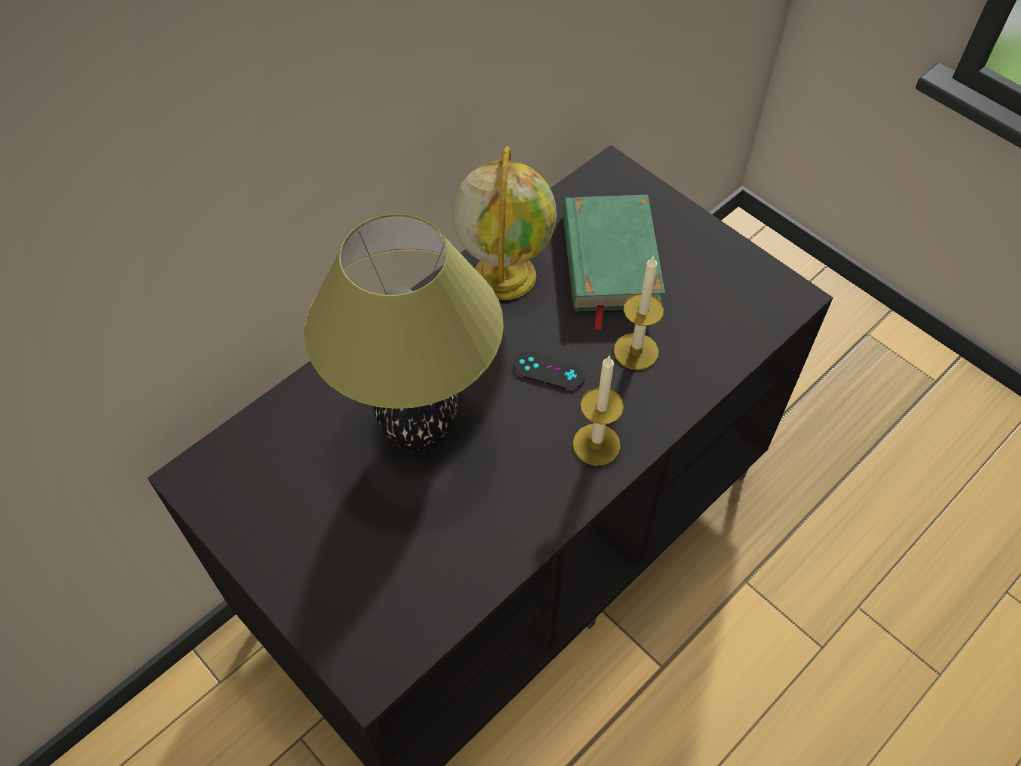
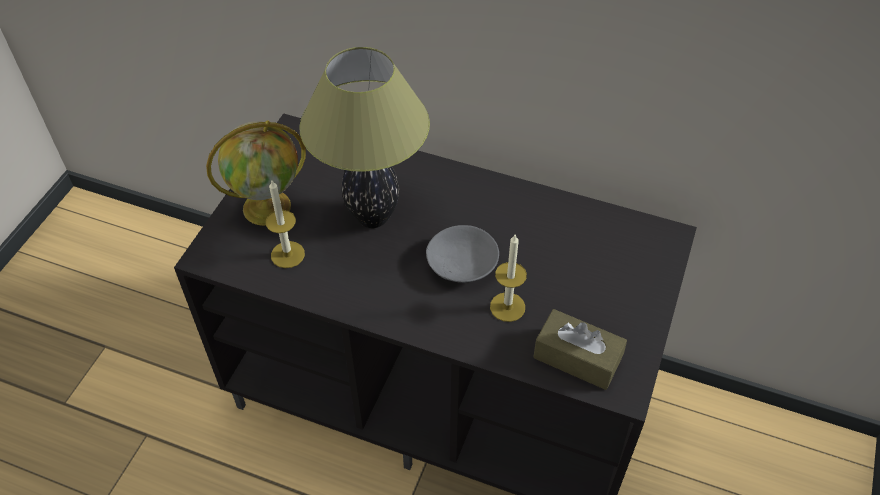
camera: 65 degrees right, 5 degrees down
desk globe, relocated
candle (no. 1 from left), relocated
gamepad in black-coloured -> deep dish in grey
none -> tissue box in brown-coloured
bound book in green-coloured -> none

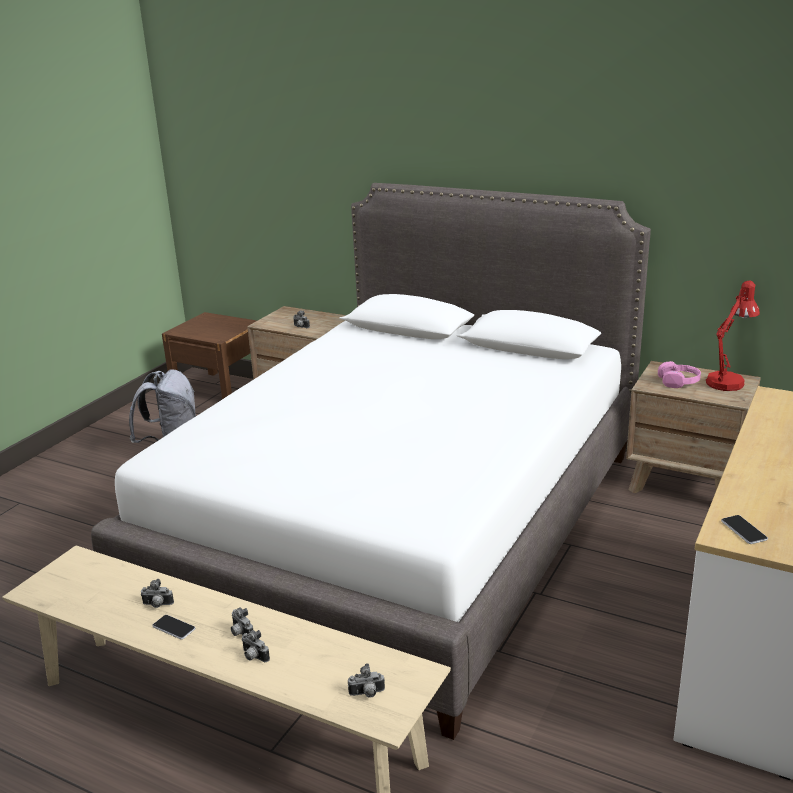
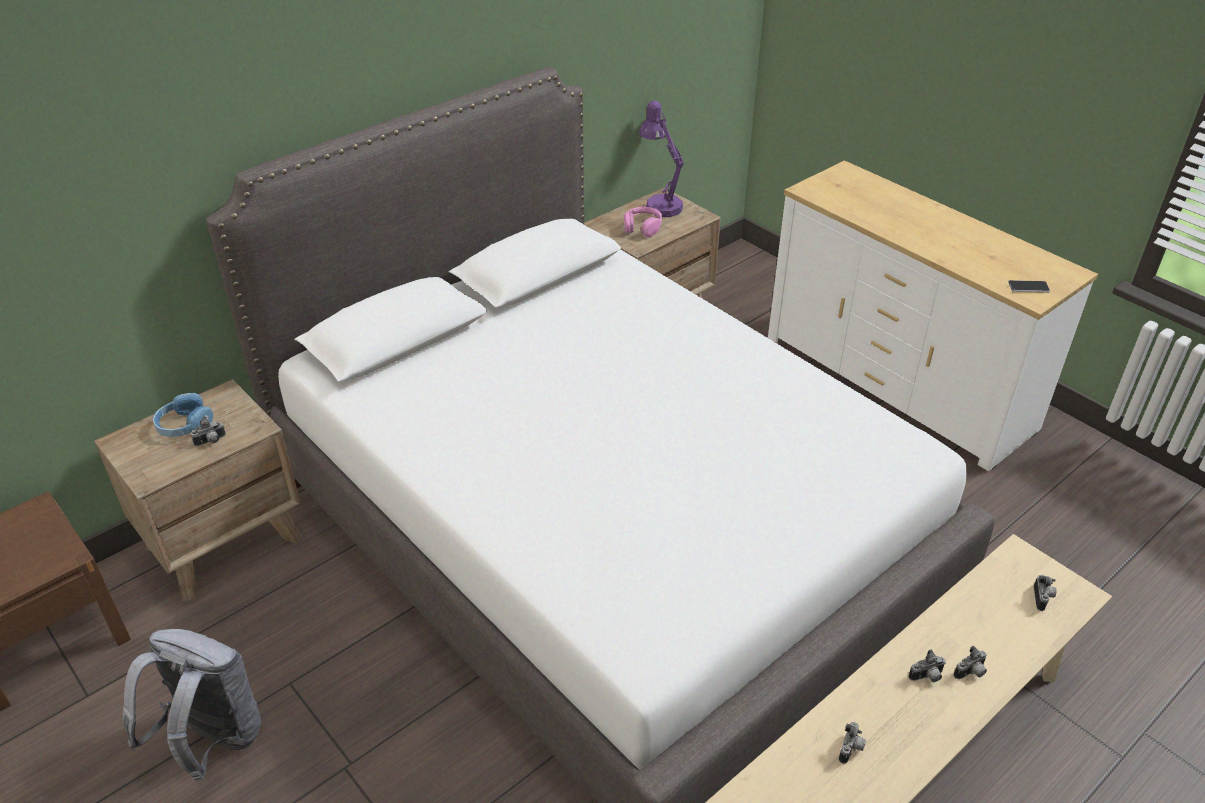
camera: 70 degrees left, 15 degrees up
none -> headset in blue
lamp for a table in reddish -> lamp for a table in purplish
phone (no. 1 from left) -> none

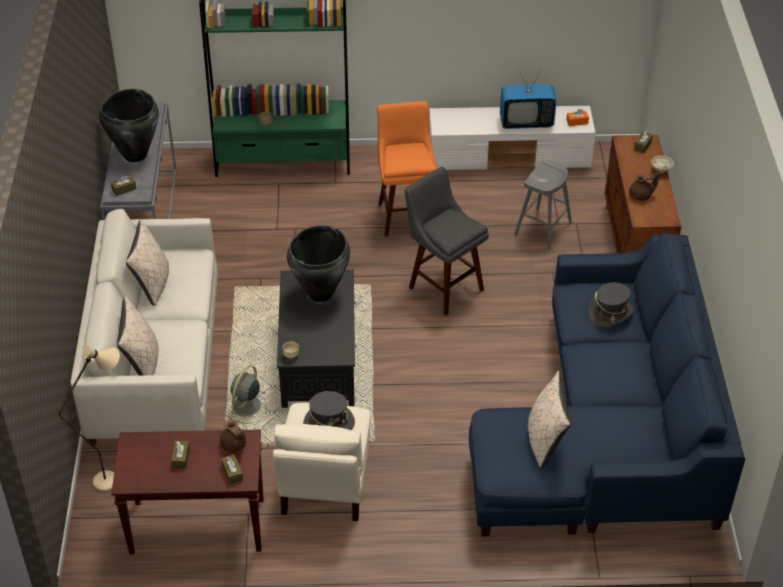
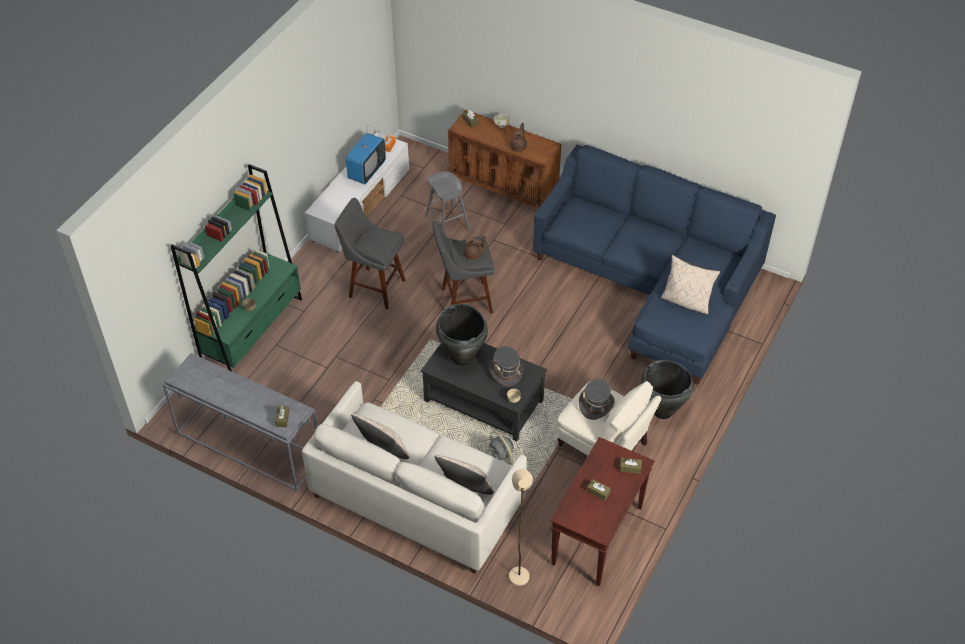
camera: 60 degrees left, 5 degrees up
sitting stool in orange -> sitting stool in grey (no. 1 from left)
teapot in brown-coloured (no. 1 from left), relocated
hat in grey (no. 2 from left in the first image) -> hat in grey (no. 1 from left), relocated
vase in black-coloured (no. 1 from left in the first image) -> vase in black-coloured (no. 2 from left), relocated

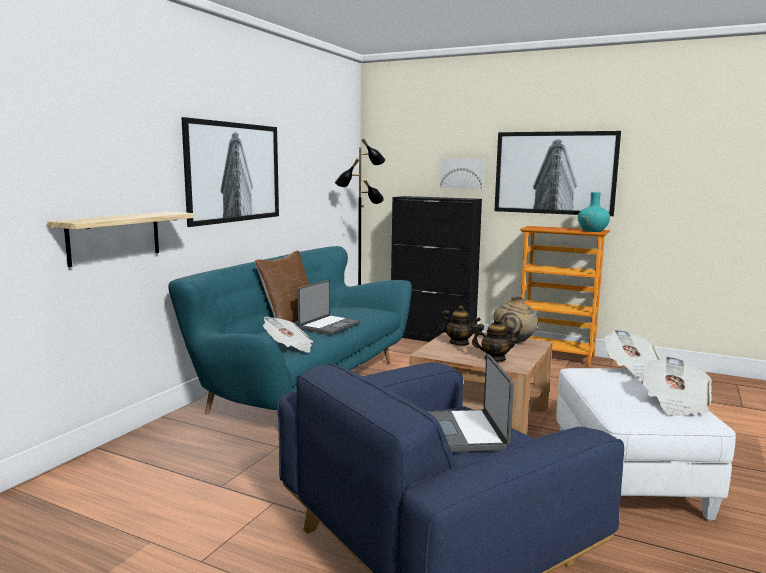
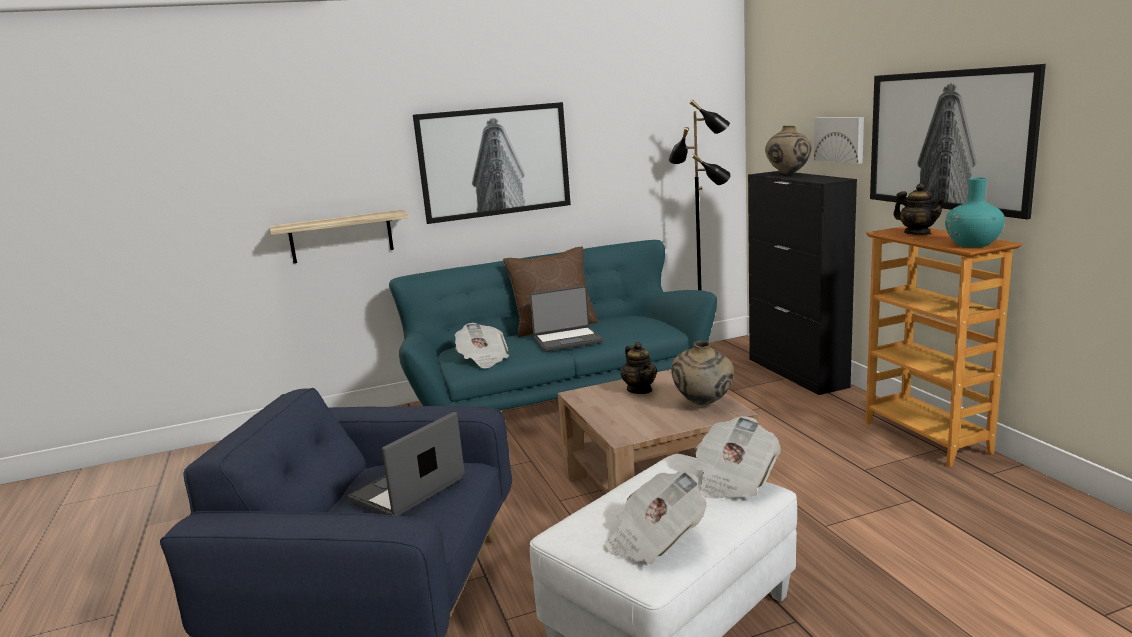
camera: 45 degrees right, 5 degrees up
none -> vase in beige-coloured (no. 2 from left)
teapot (no. 2 from left), relocated

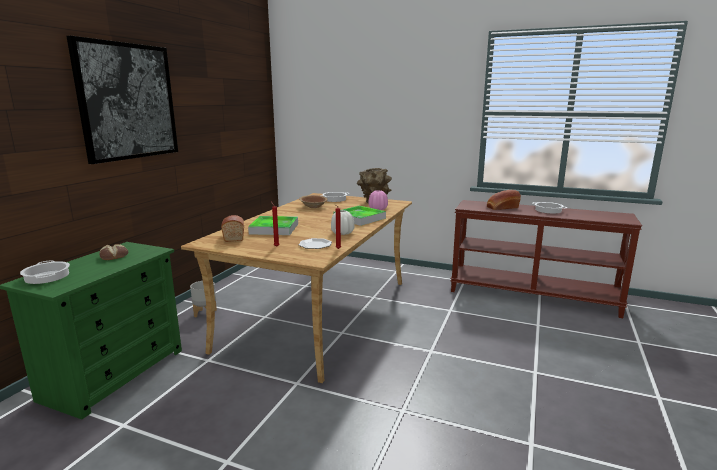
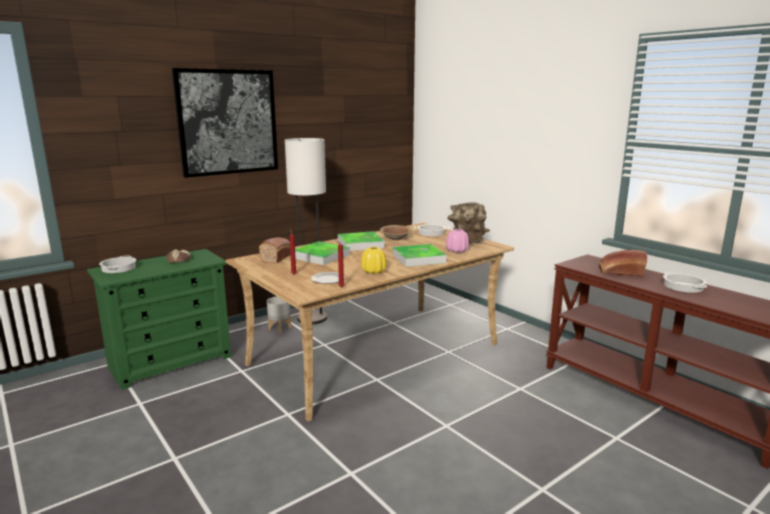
camera: 30 degrees right, 0 degrees up
none -> standard lamp
none -> tray (no. 2 from left)
vase in whitish -> vase in yellow

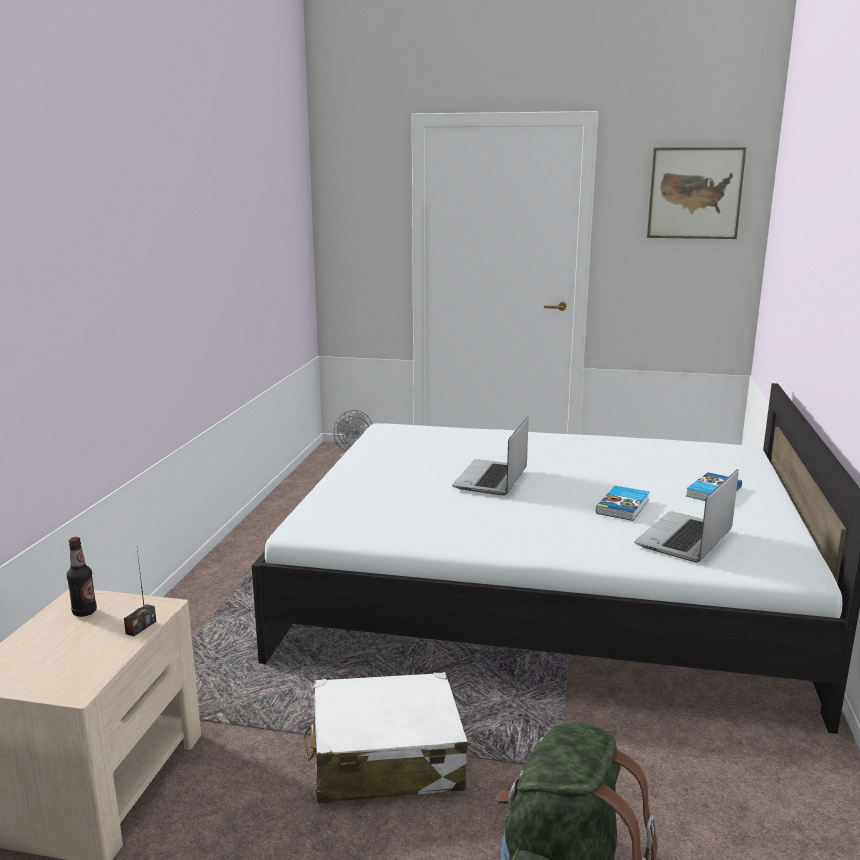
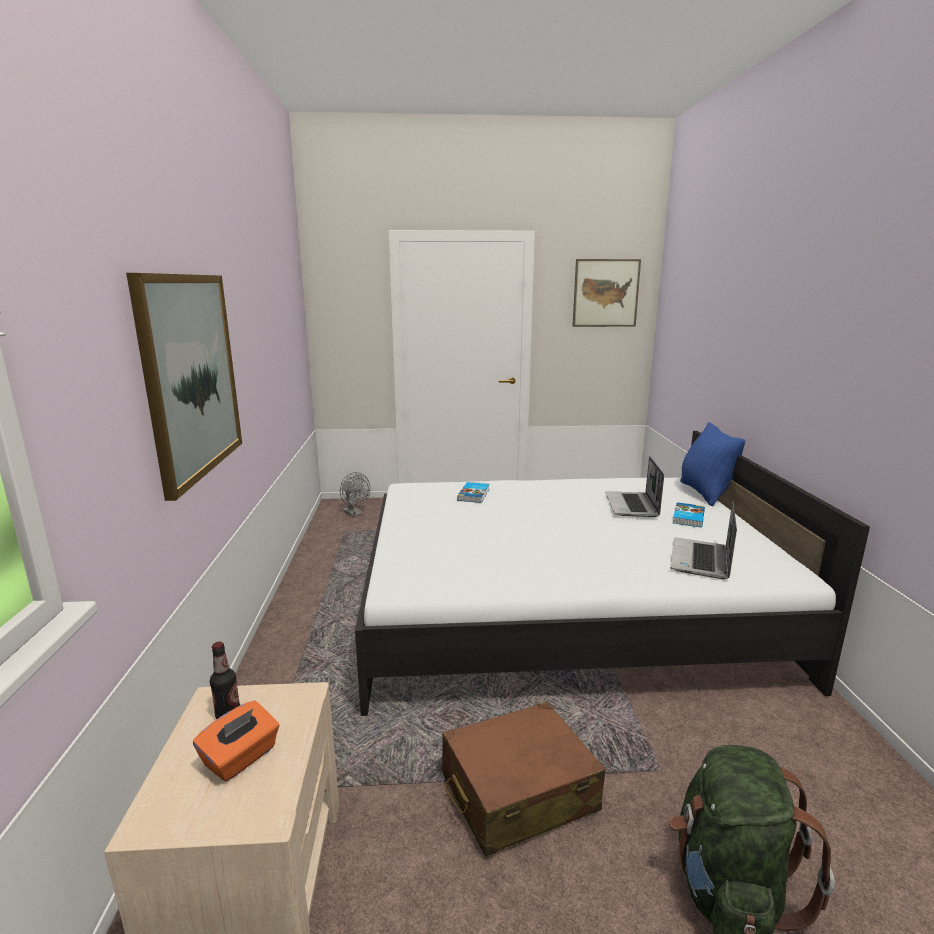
camera: 15 degrees left, 0 degrees up
none -> wall art (no. 1 from left)
none -> tissue box in orange
travel case in whitish -> travel case in brown-coloured
bound book (no. 1 from left), relocated
portable computer (no. 1 from left), relocated
none -> cushion in blue
radio -> none

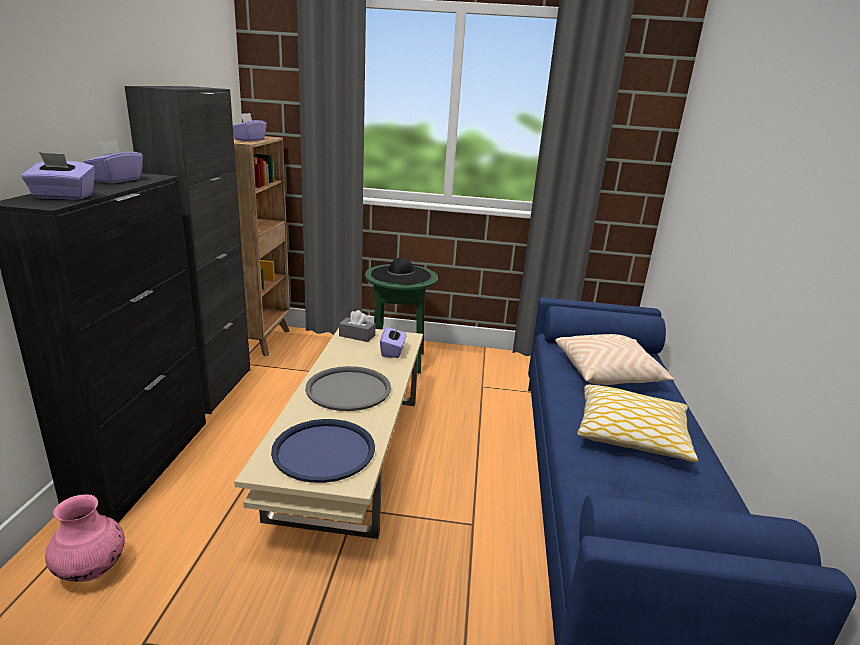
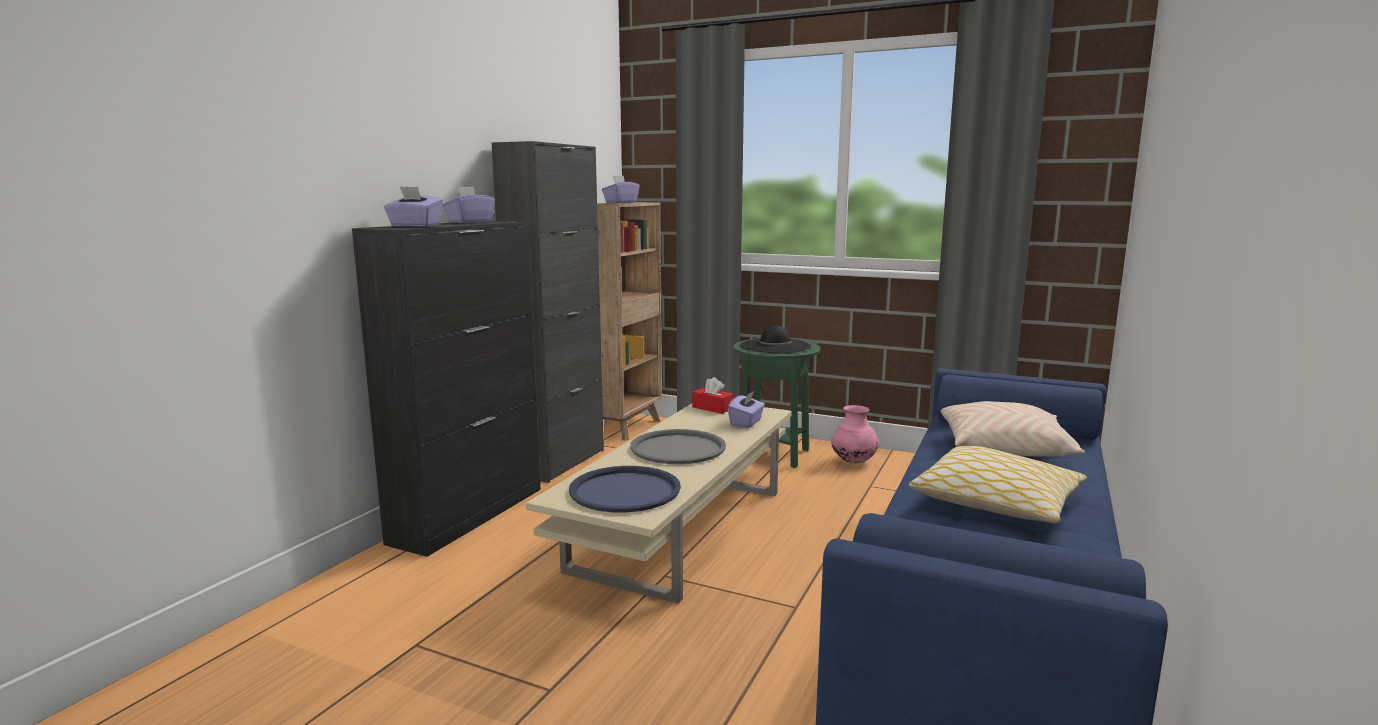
camera: 20 degrees right, 10 degrees down
tissue box in grey -> tissue box in reddish
vase in pink-coloured, relocated

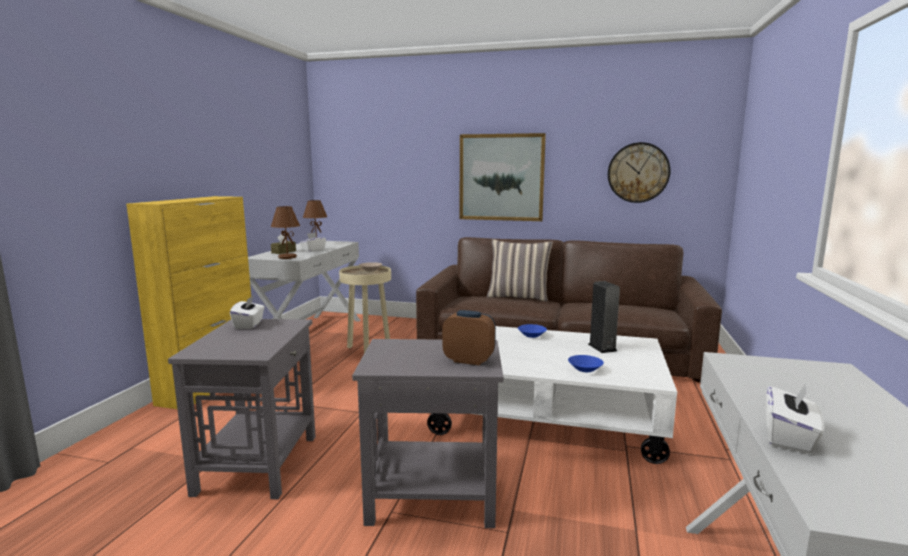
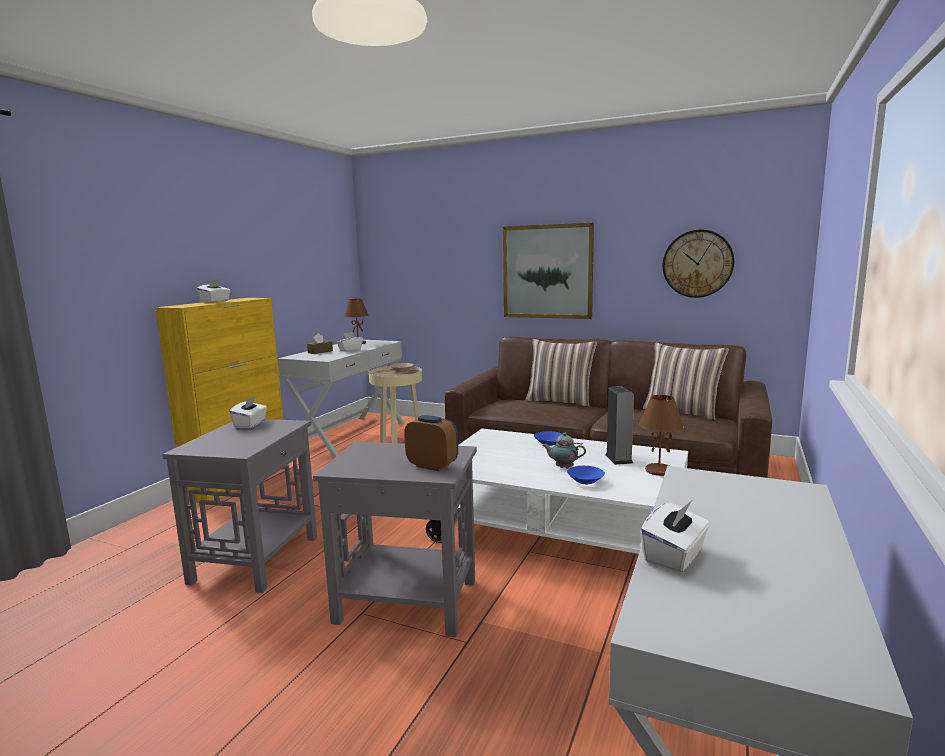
camera: 10 degrees right, 0 degrees up
none -> tissue box in whitish (no. 1 from left)
none -> teapot
lamp for a table in brown-coloured (no. 1 from left in the first image) -> lamp for a table in brown-coloured (no. 2 from left), relocated
none -> cushion (no. 2 from left)

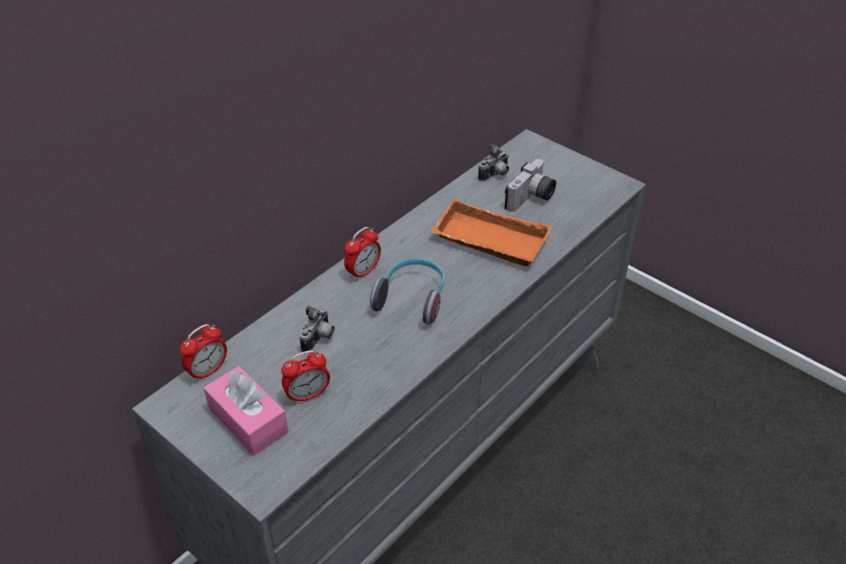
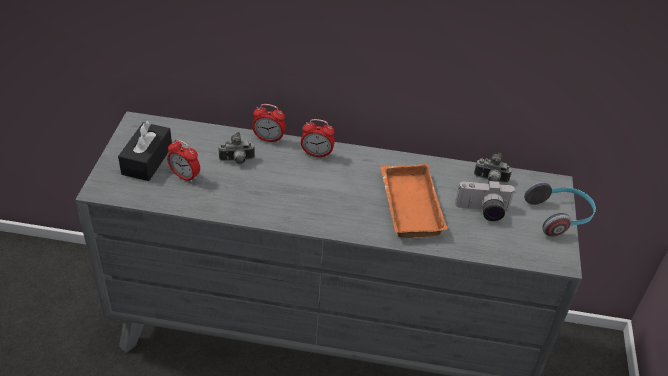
camera: 55 degrees right, 0 degrees up
tissue box in pink-coloured -> tissue box in black-coloured
bedside clock (no. 1 from left in the first image) -> bedside clock (no. 2 from left), relocated
headset, relocated

